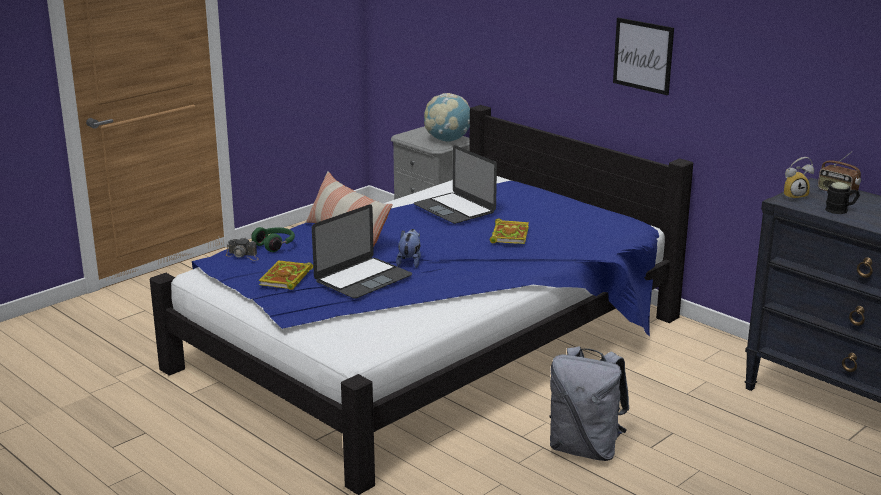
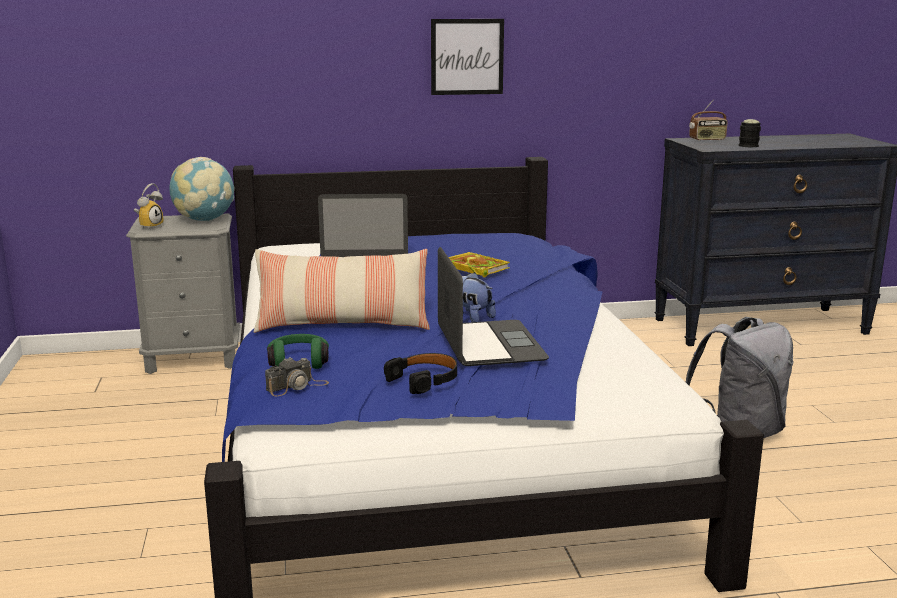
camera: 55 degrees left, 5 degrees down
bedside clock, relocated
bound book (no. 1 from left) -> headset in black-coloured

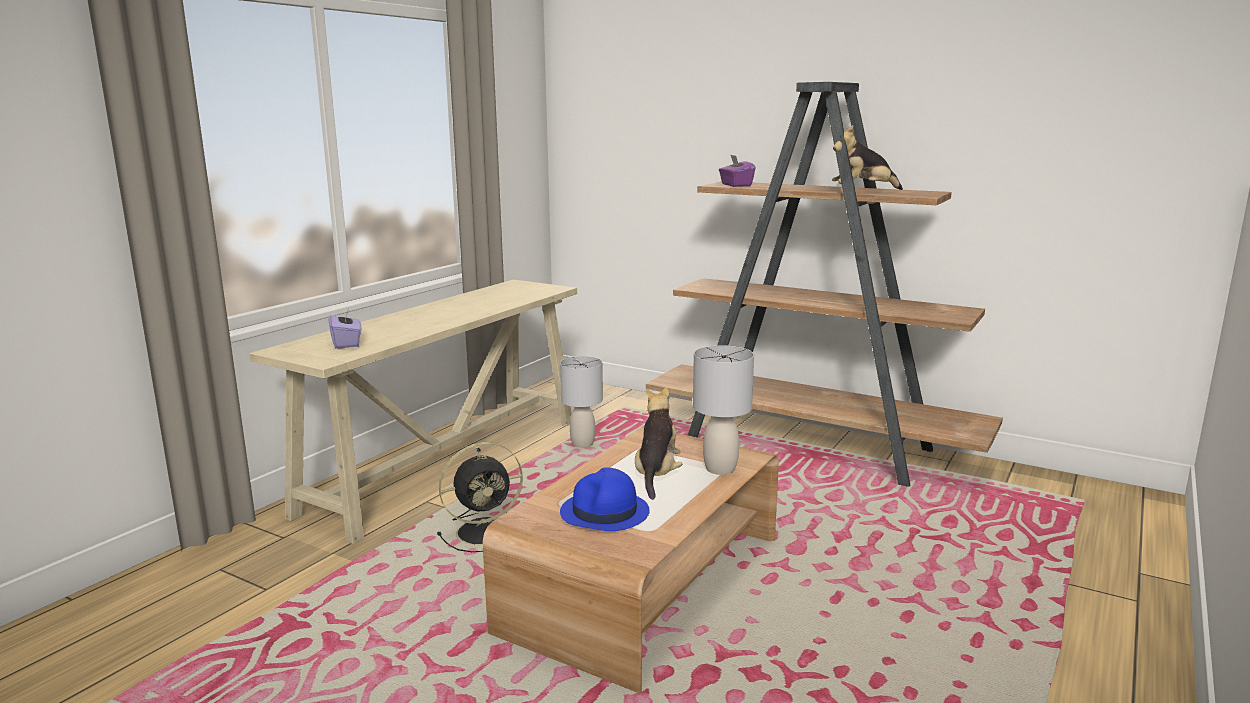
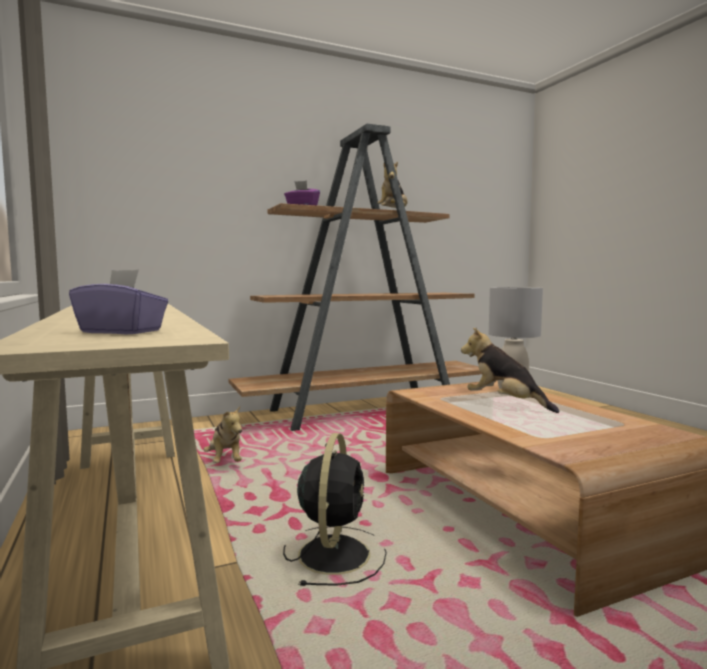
camera: 55 degrees left, 10 degrees down
lamp for a table in grey (no. 1 from left) -> plush toy (no. 1 from left)
hat in blue -> none

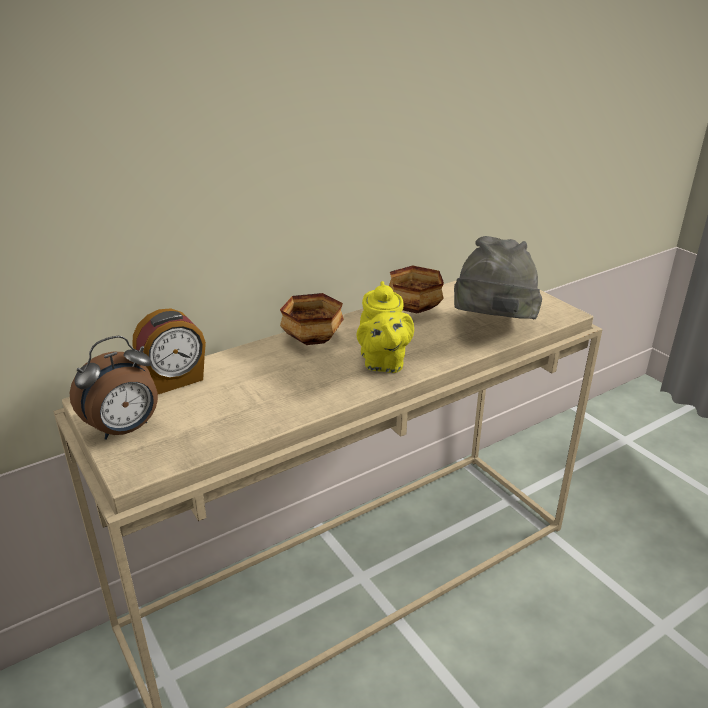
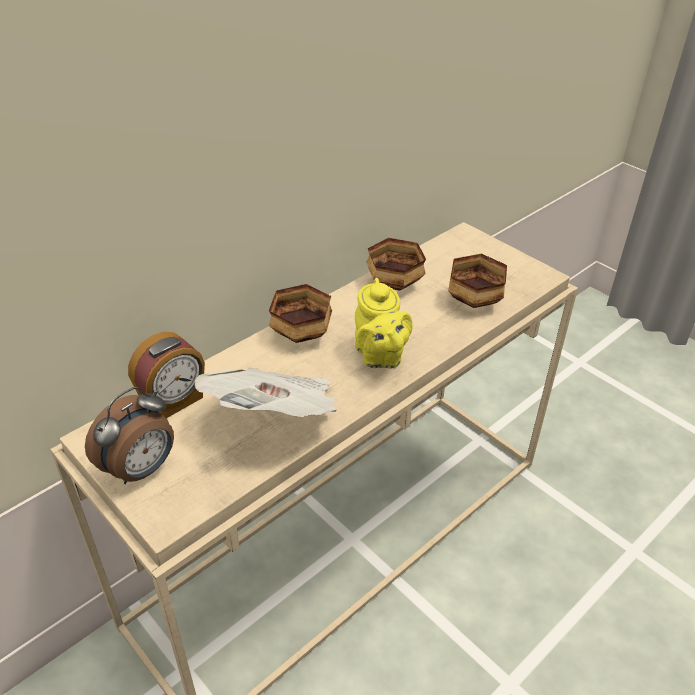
camera: 10 degrees left, 10 degrees up
none -> printed paper
hat in grey -> deep dish (no. 3 from left)

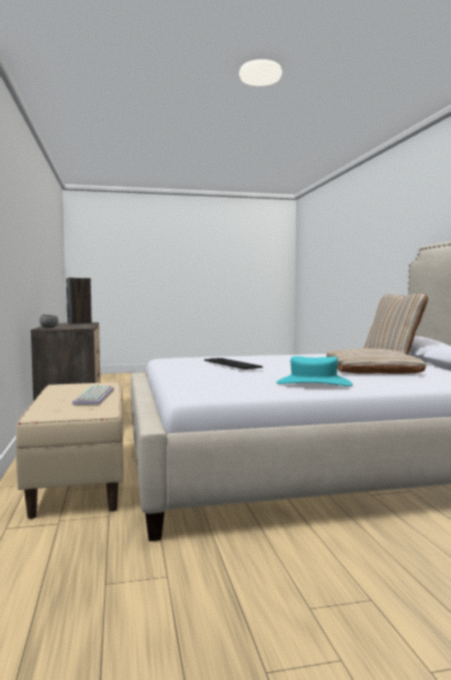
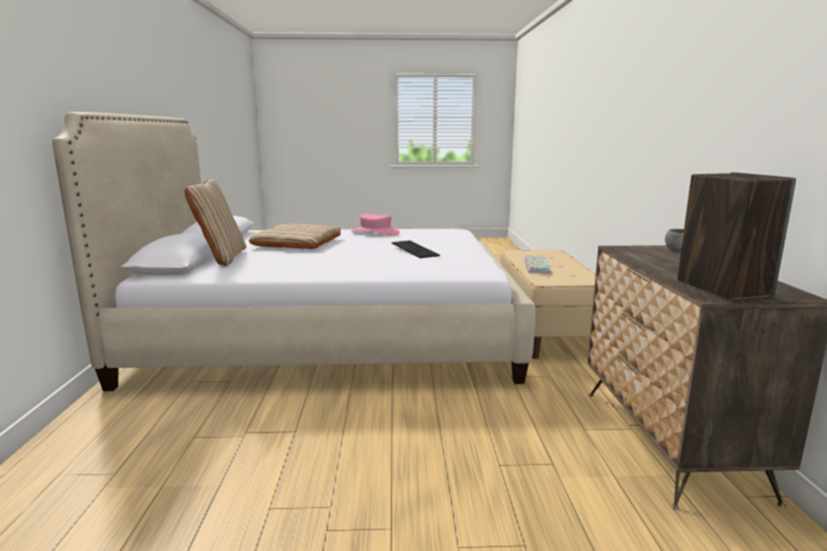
camera: 170 degrees left, 10 degrees up
hat in turquoise-coloured -> hat in pink-coloured

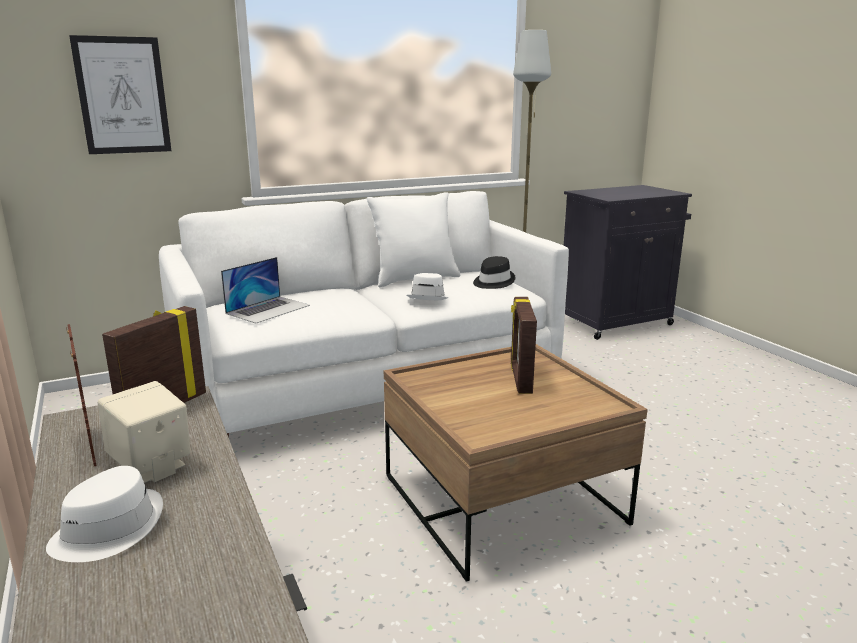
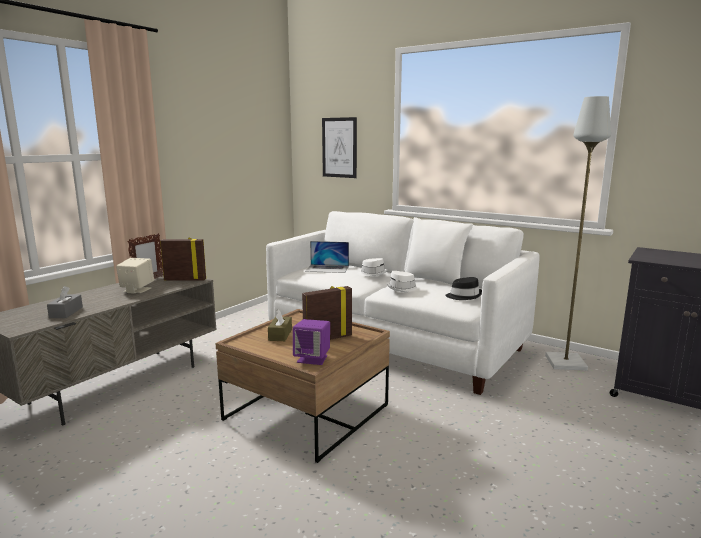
camera: 60 degrees right, 5 degrees down
none -> tissue box in grey
none -> tissue box in brown-coloured
none -> loudspeaker in purplish
hat in whitish (no. 1 from left), relocated

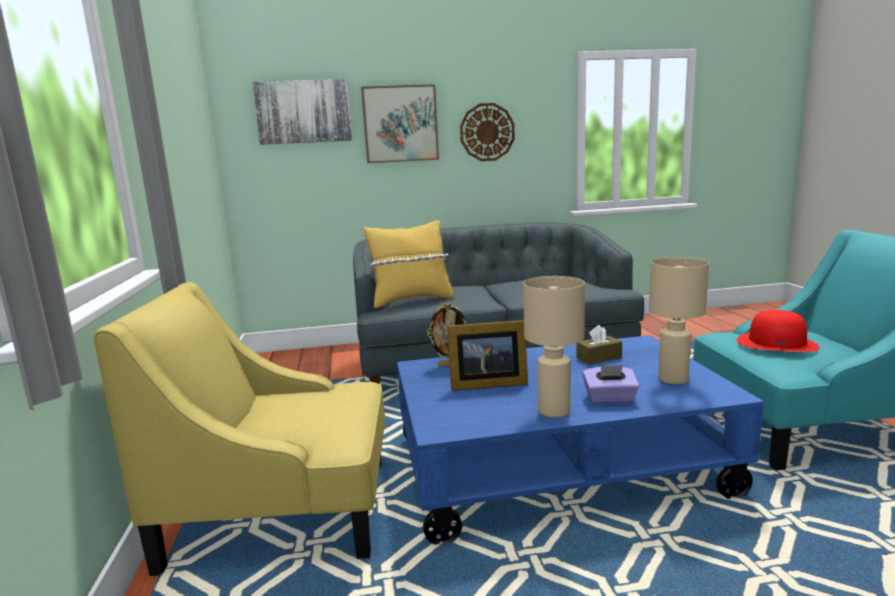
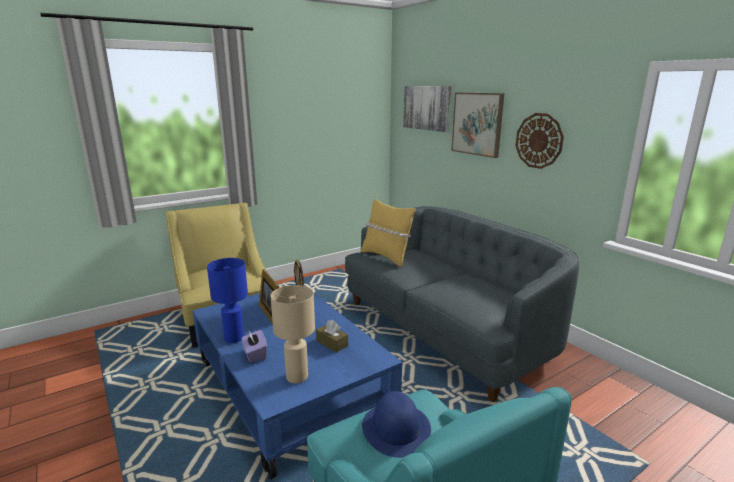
camera: 65 degrees right, 5 degrees up
lamp for a table in beige-coloured (no. 1 from left) -> lamp for a table in blue
hat in reddish -> hat in blue

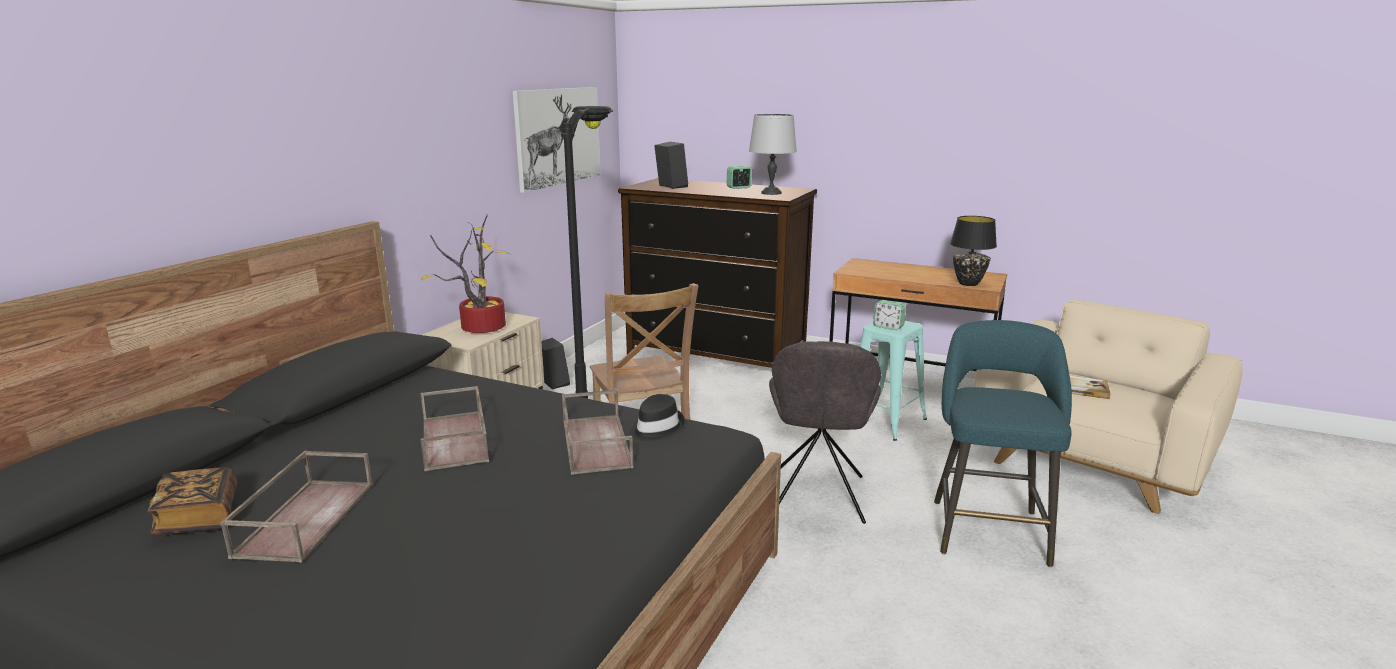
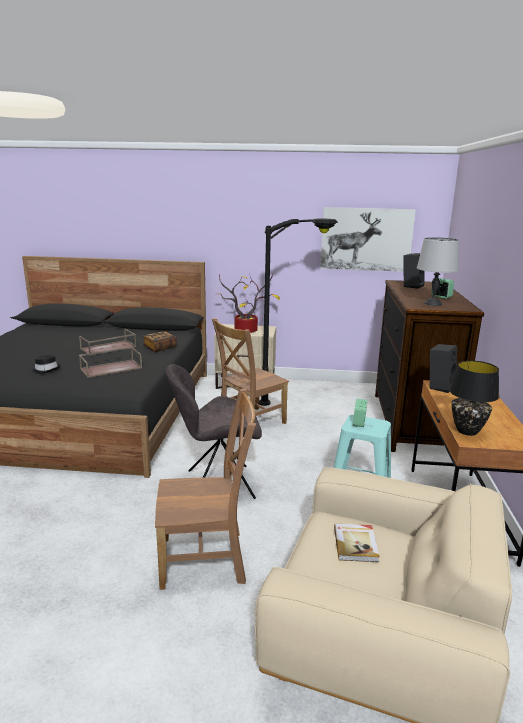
camera: 70 degrees right, 0 degrees up
hat in black-coloured, relocated
bound book (no. 1 from left), relocated
sitting stool in turquoise-coloured (no. 2 from left) -> chair in brown-coloured (no. 1 from left)
loudspeaker in black-coloured (no. 1 from left in the first image) -> loudspeaker in black-coloured (no. 2 from left), relocated
tray in brown-coloured (no. 1 from left) -> none

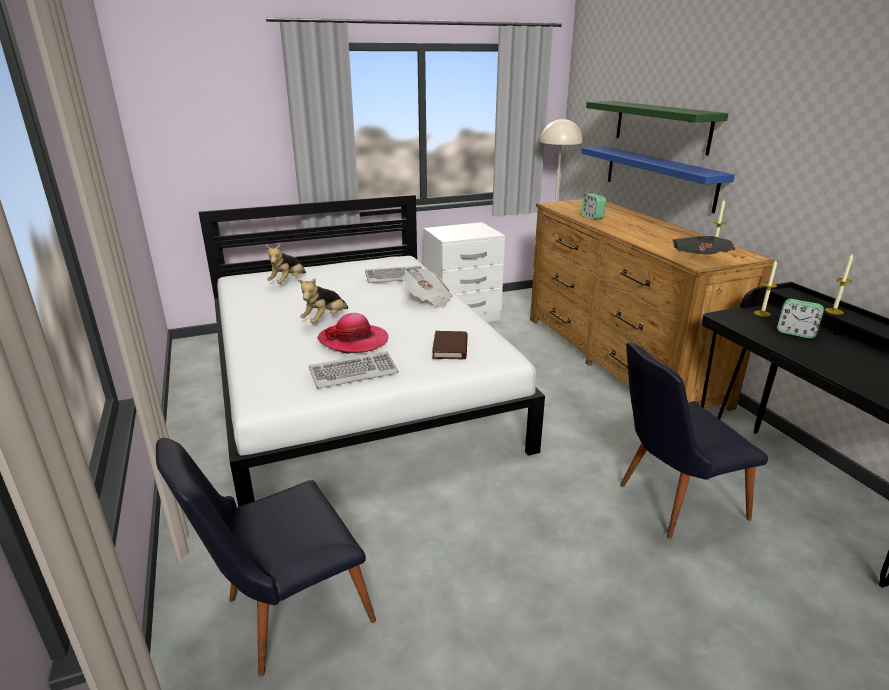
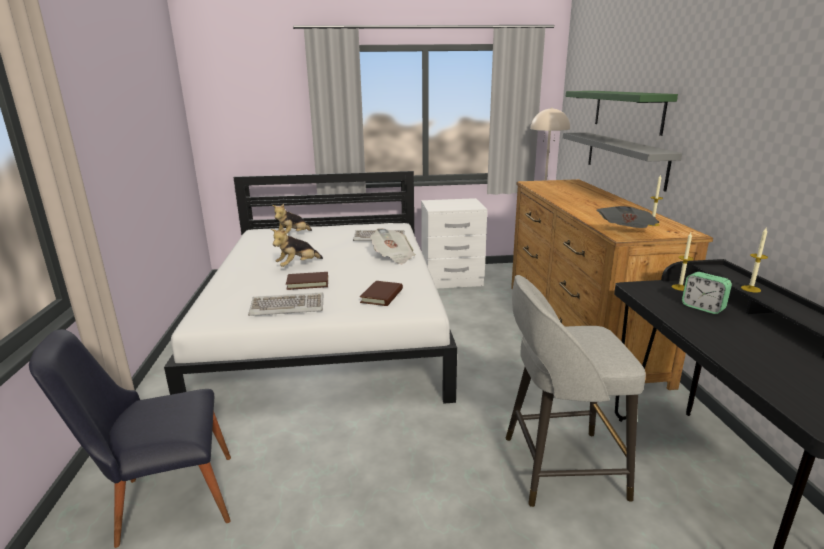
camera: 15 degrees right, 5 degrees down
hat -> bound book in brown-coloured (no. 1 from left)
chair in black-coloured (no. 2 from left) -> sitting stool in grey
bracket shelf in blue -> bracket shelf in grey
bedside clock (no. 1 from left) -> none

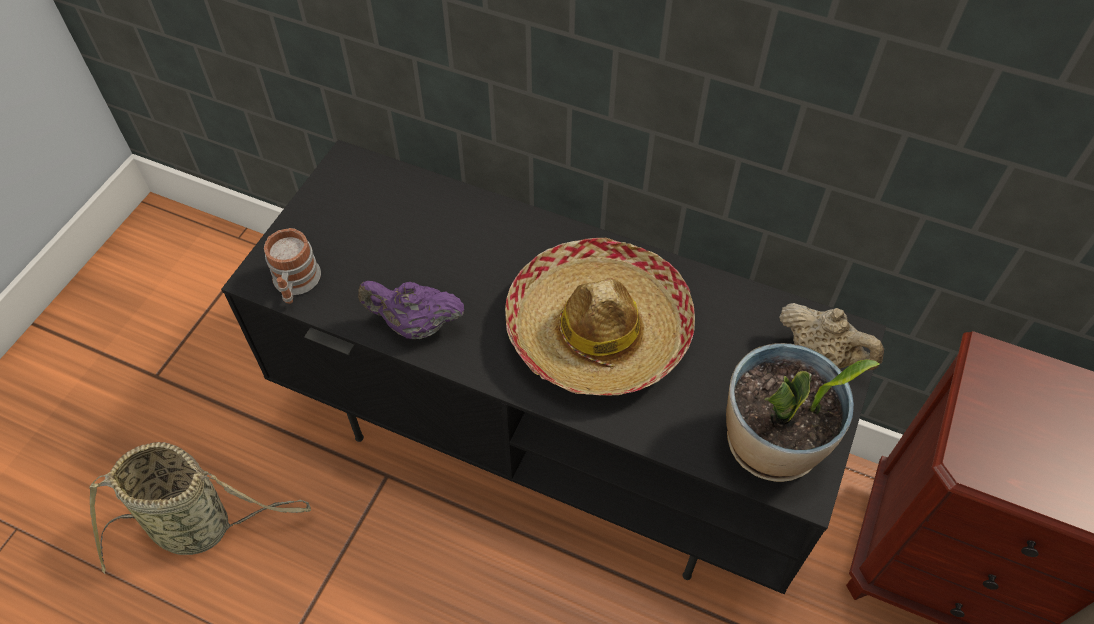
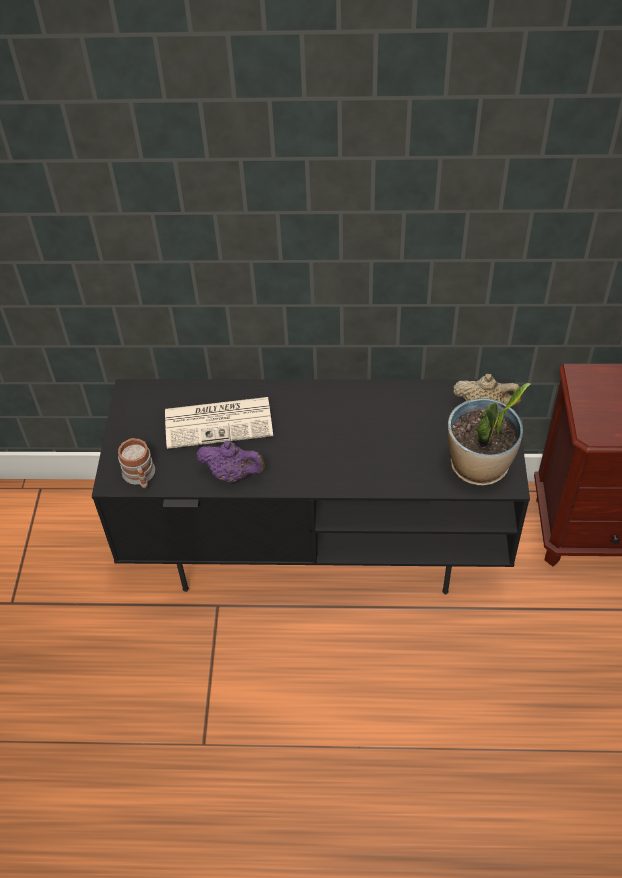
camera: 20 degrees left, 5 degrees down
none -> printed paper
teapot in purplish, 150 degrees counterclockwise
storage basket -> none
hat -> none

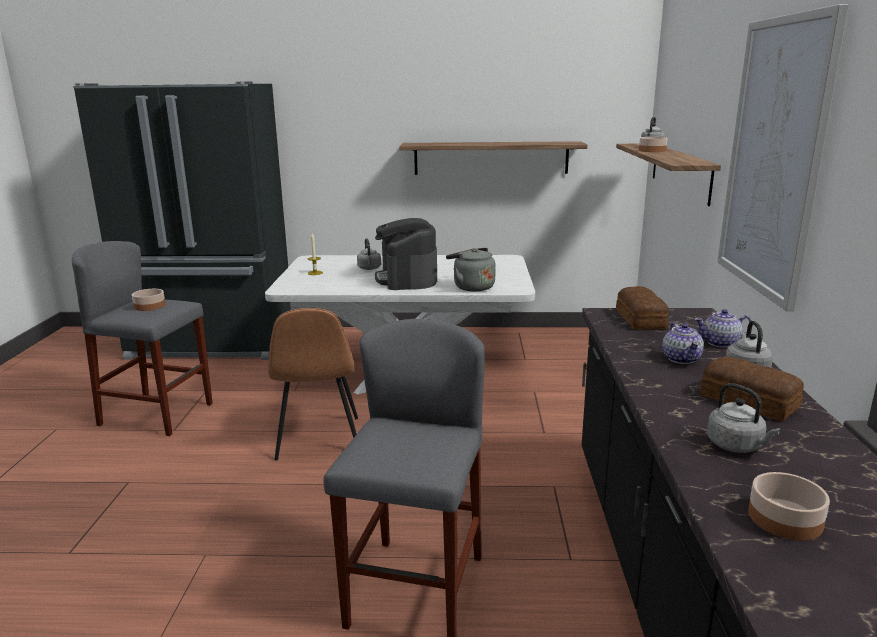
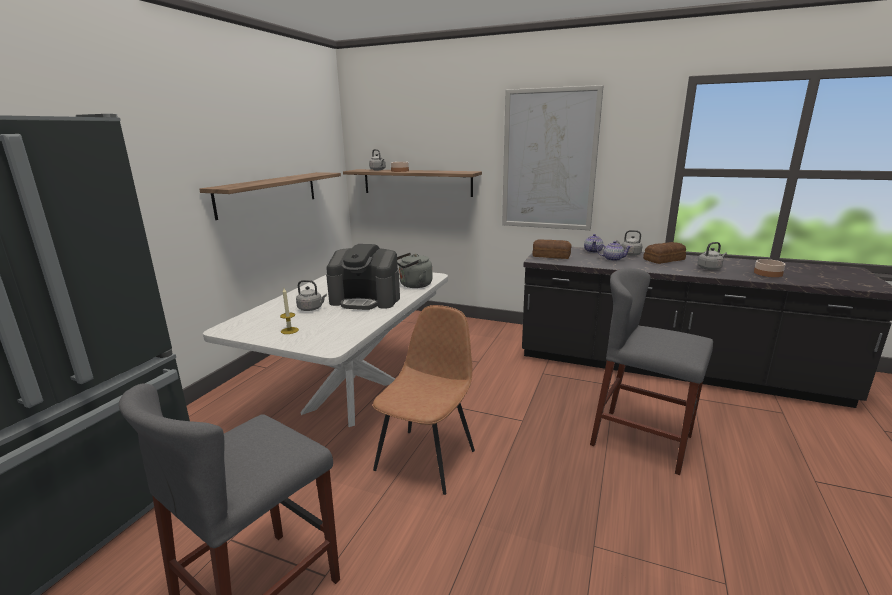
camera: 70 degrees left, 0 degrees up
chair in brown-coloured, 75 degrees counterclockwise
deep dish (no. 1 from left) -> none

